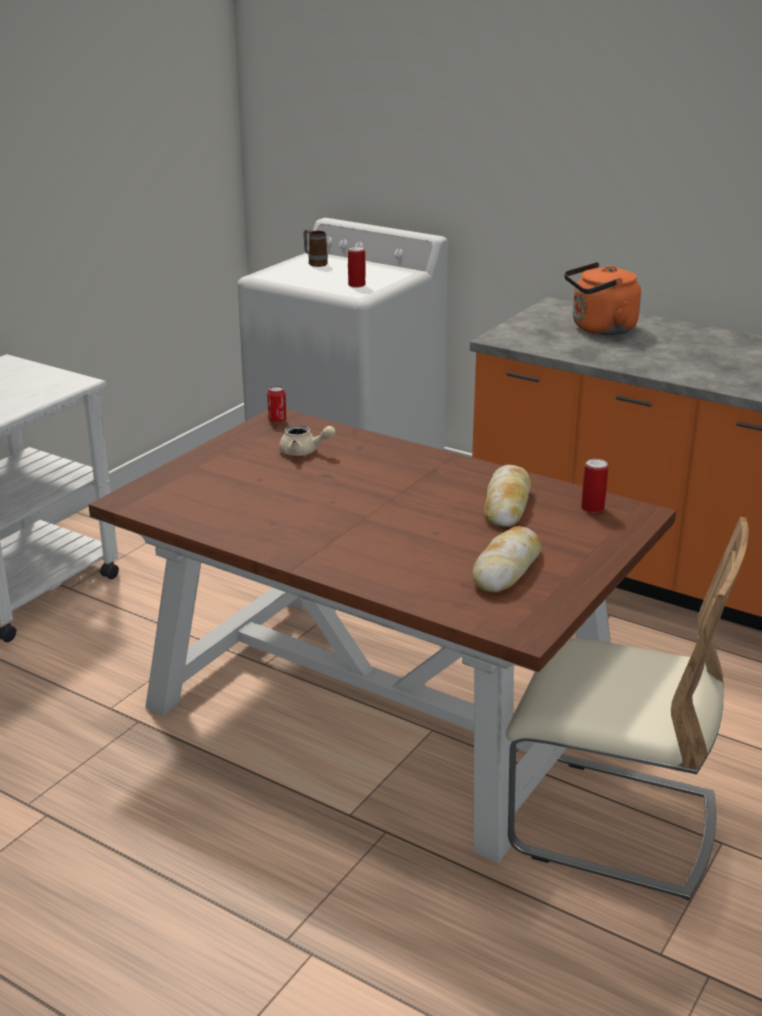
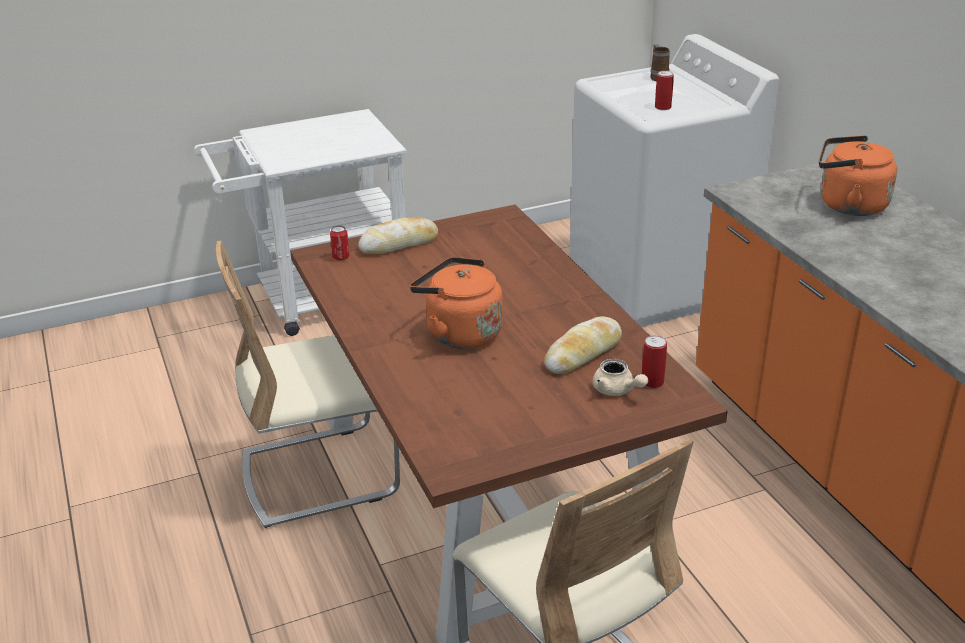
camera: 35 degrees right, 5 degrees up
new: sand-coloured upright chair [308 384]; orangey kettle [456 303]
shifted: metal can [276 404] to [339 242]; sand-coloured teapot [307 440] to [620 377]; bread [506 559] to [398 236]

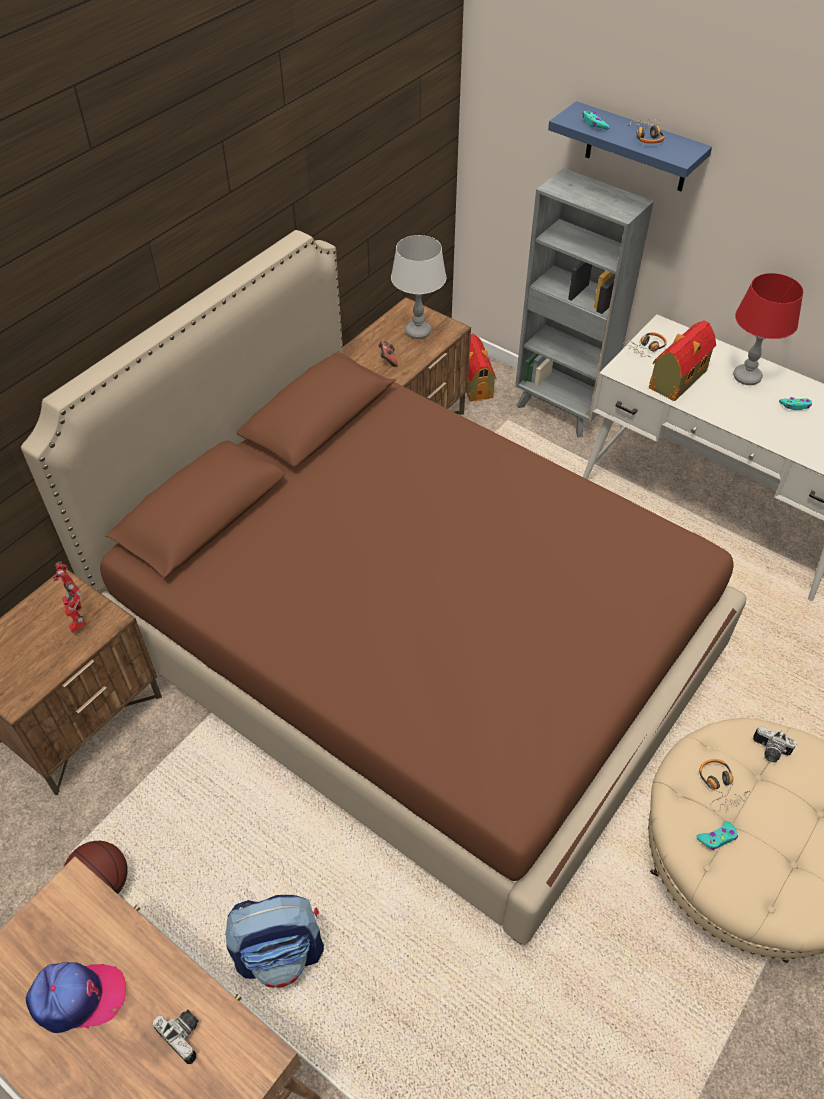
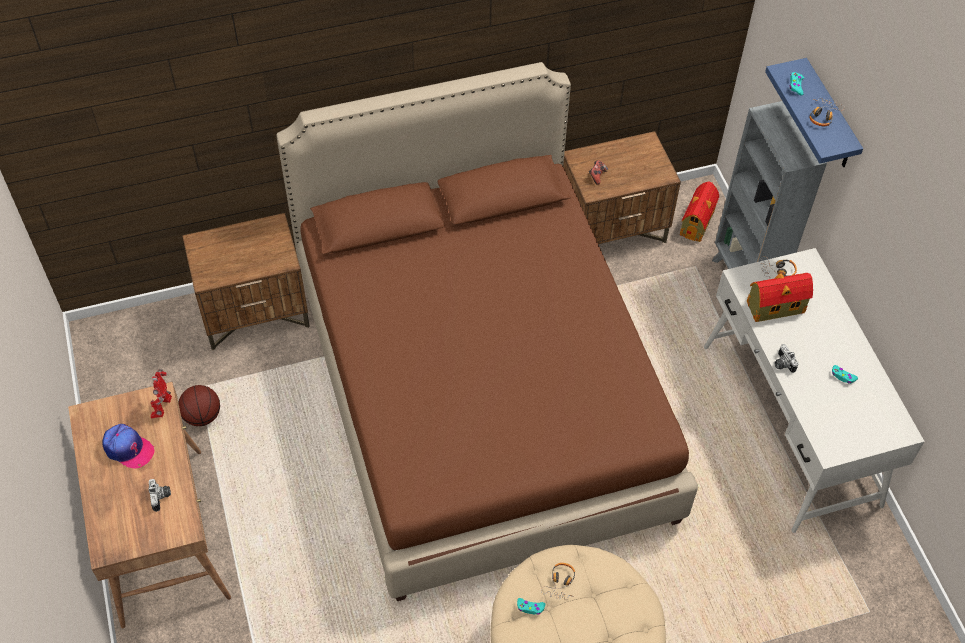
camera: 35 degrees right, 5 degrees up
gone: backpack [274 941]; greyish table lamp [418 287]; reddish table lamp [768 329]
shifted: model robot [69 597] to [161 393]; still camera [775 744] to [786 358]

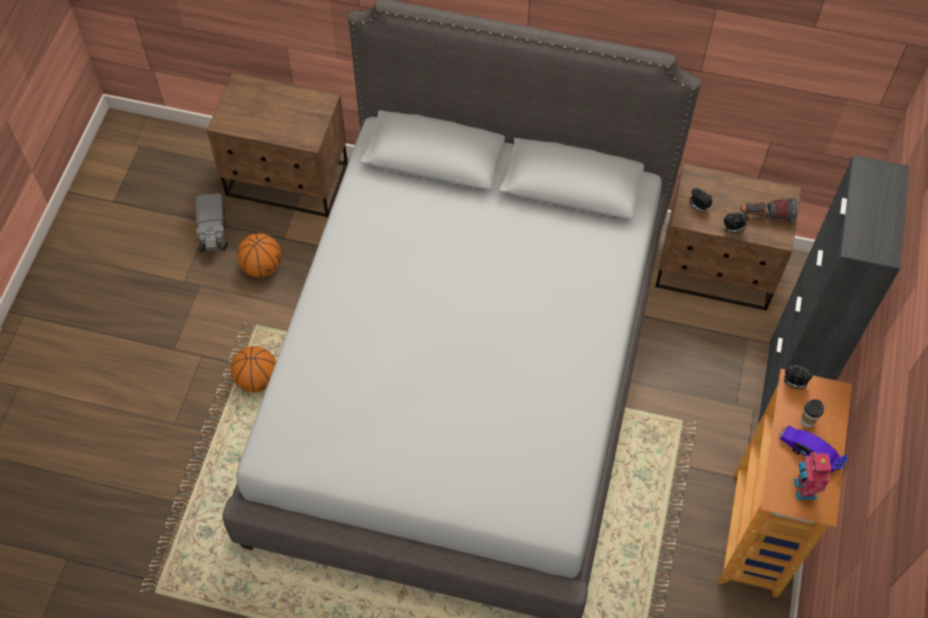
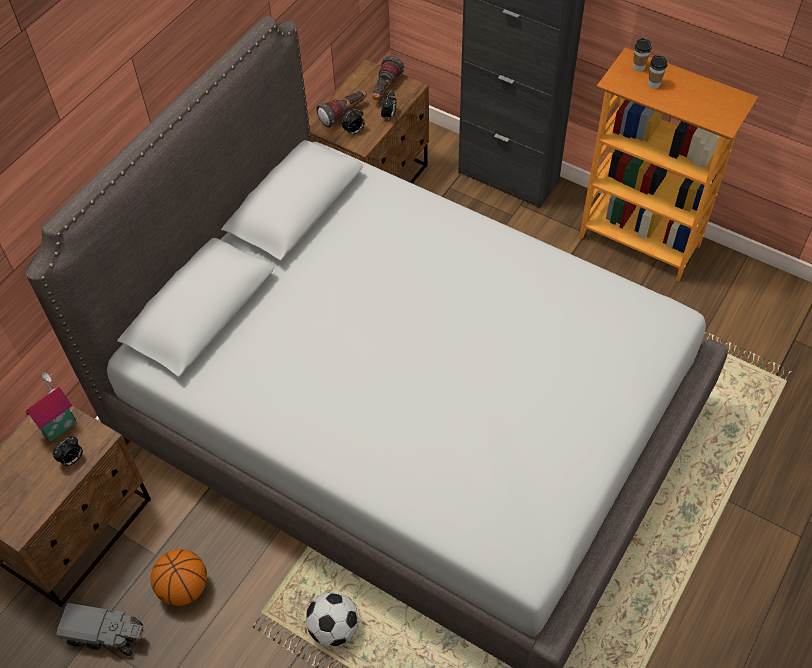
camera: 70 degrees left, 5 degrees down
gone: miniature car [814 449]; model robot [812 475]
new: miniature house [51 407]; flashlight [341 109]; small cup [642 54]
shifted: table clock [798 376] to [68 451]
swapped: basketball [253 369] to football [332 619]

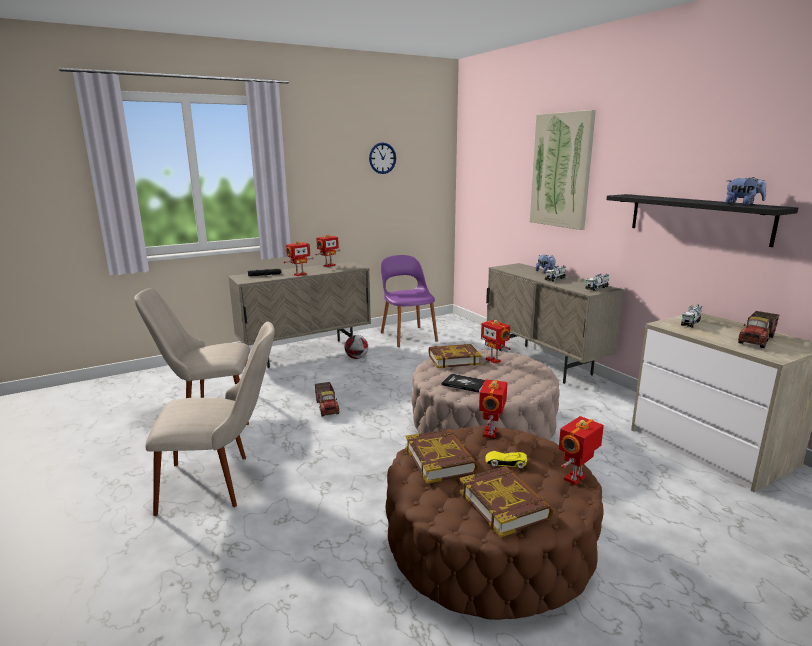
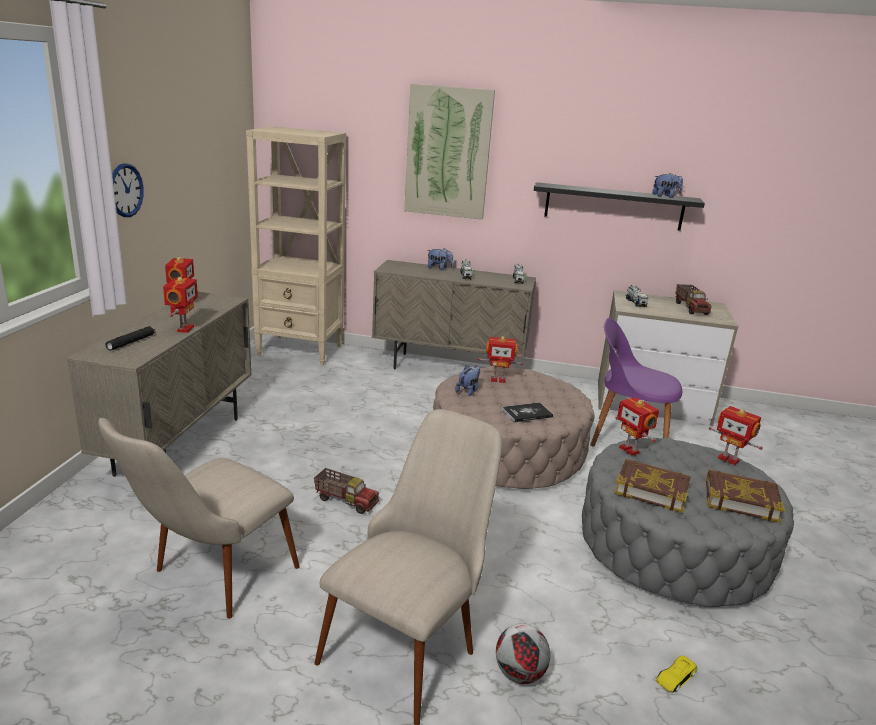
camera: 50 degrees left, 5 degrees up
new: sand-coloured bookcase [296 245]
shifted: football [356 347] to [523 653]; hanging clock [382 158] to [128 190]; purplish upright chair [409 301] to [636 382]; yellow-coloured miniature car [506 459] to [676 674]
swapped: book [455 356] to soft toy [467 380]
repainted: brown ottoman [495 523] to greyish ottoman [688 522]
rotated: model robot [581 450] = [736 435] 45 degrees counterclockwise

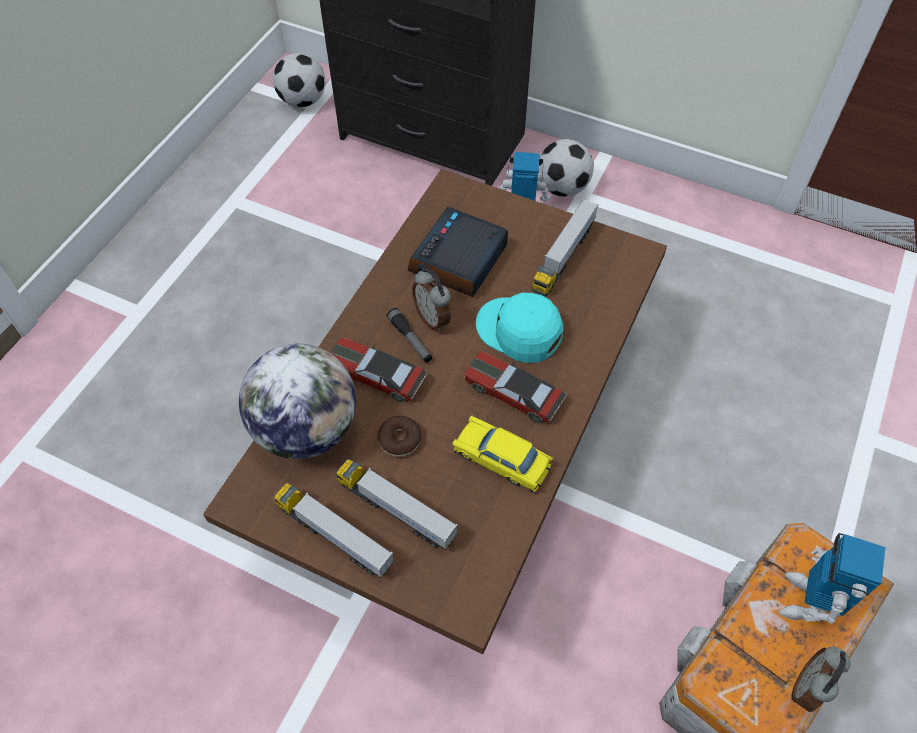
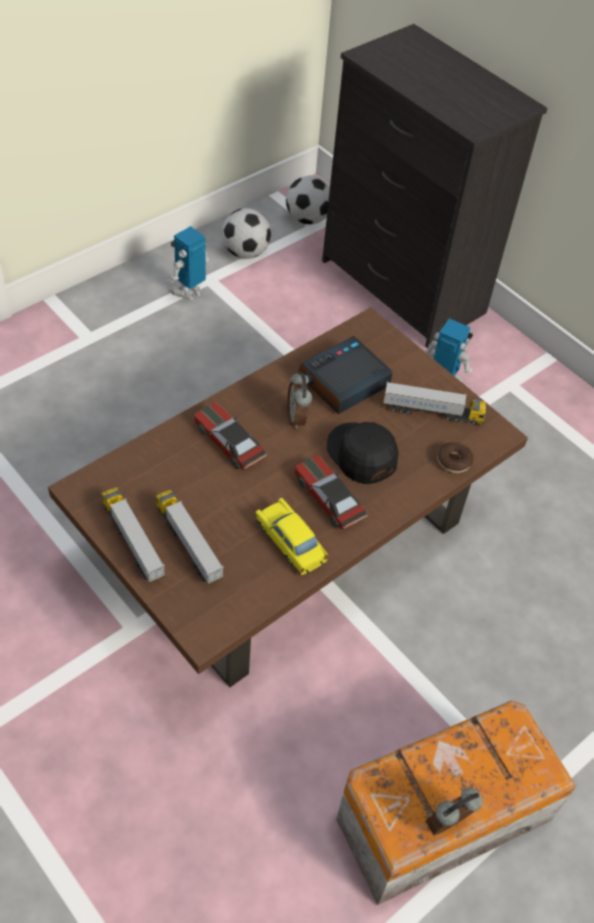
camera: 20 degrees right, 5 degrees down
gone: globe [297 401]; flashlight [409 335]
shifted: doughnut [399 436] to [455 457]; football [565 168] to [246 233]; model robot [832 578] to [187 263]
repainted: blue-green cap [519 328] to blackish cap [363 453]
rotated: toy lorry [565 247] = [435 403] 135 degrees counterclockwise

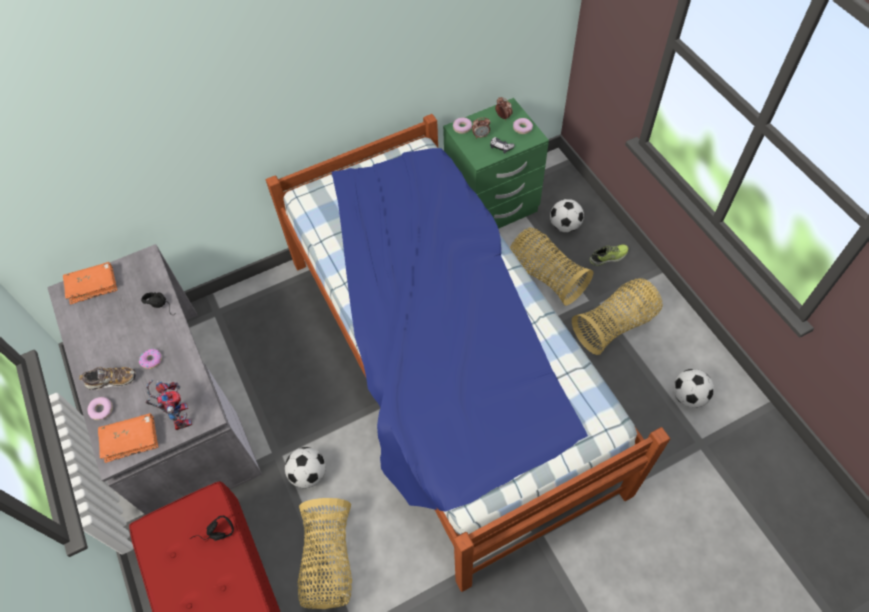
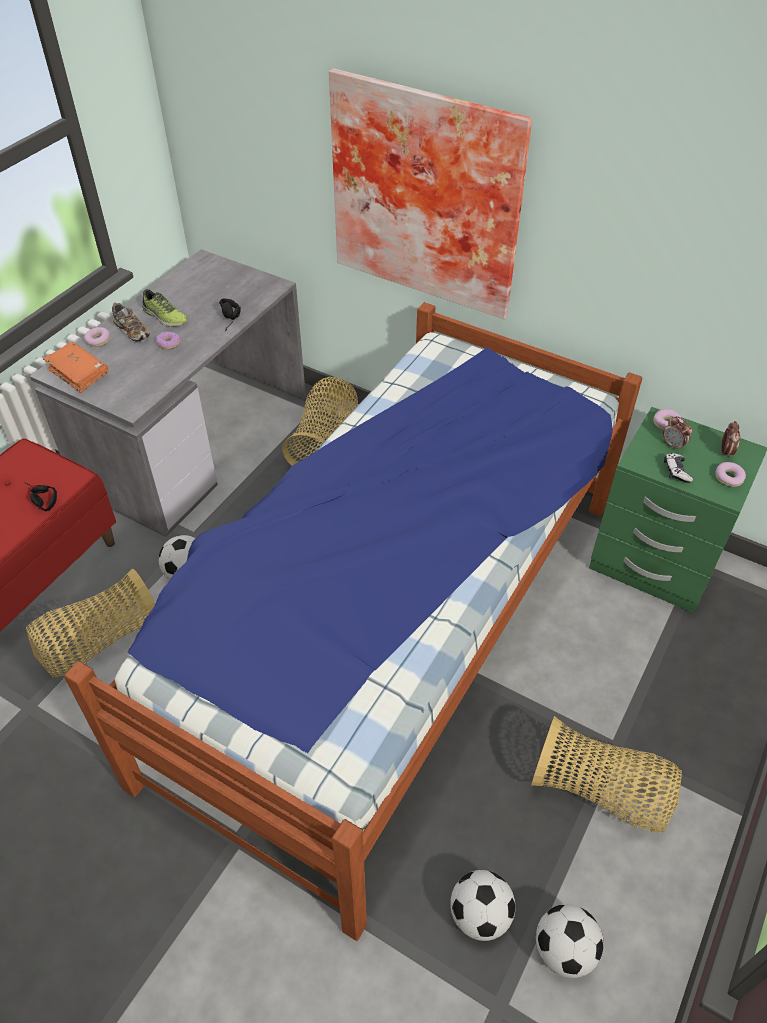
camera: 55 degrees right, 10 degrees down
gone: orangey book [90 283]; model robot [168 405]
new: wall picture [430 193]
shifted: storage basket [551 267] to [320 421]; football [567 216] to [482 905]; shoe [609 255] to [165 308]

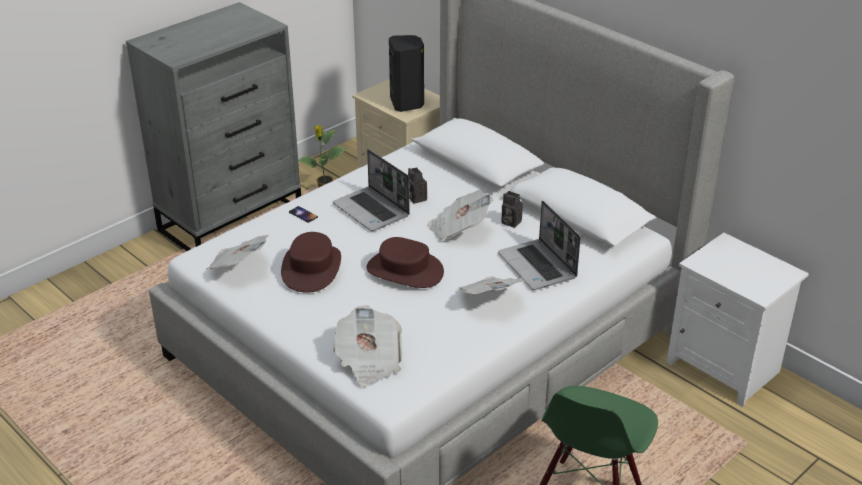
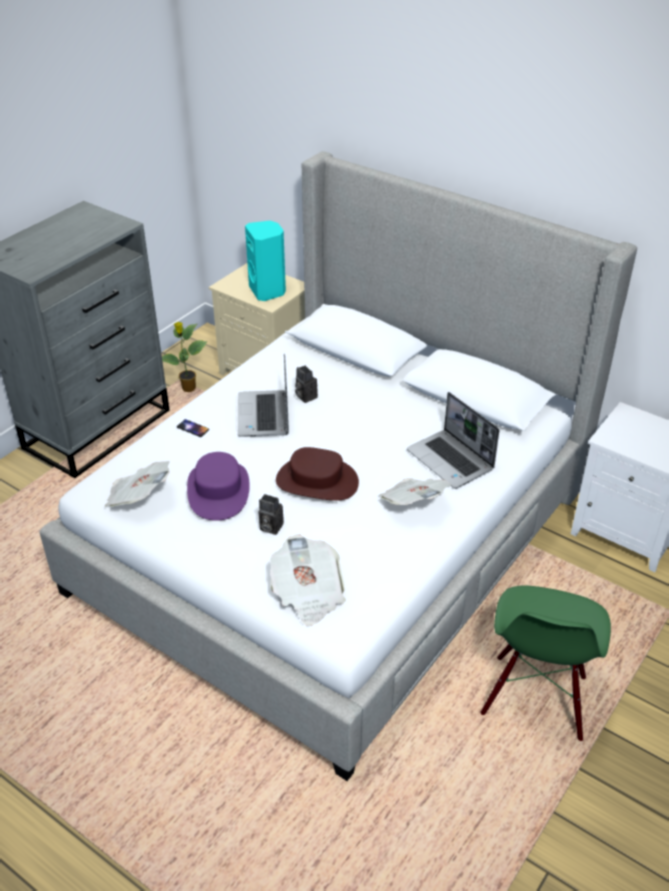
camera: 10 degrees left, 5 degrees up
gone: printed paper [460 215]
shifted: still camera [512 209] to [271 514]
repainted: brown hat [311 262] to purplish hat [218 486]; blackish speaker [406 73] to blue-green speaker [265 261]
rotated: laptop [371 190] = [263 395] 45 degrees clockwise

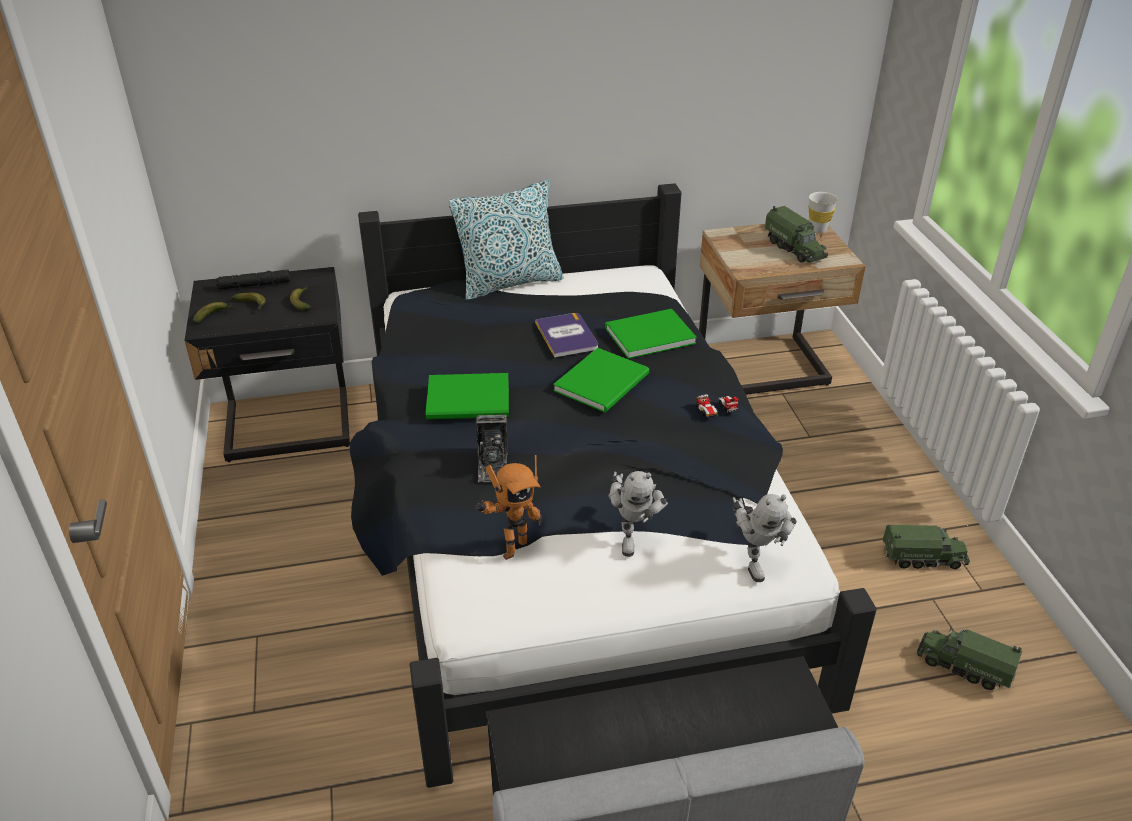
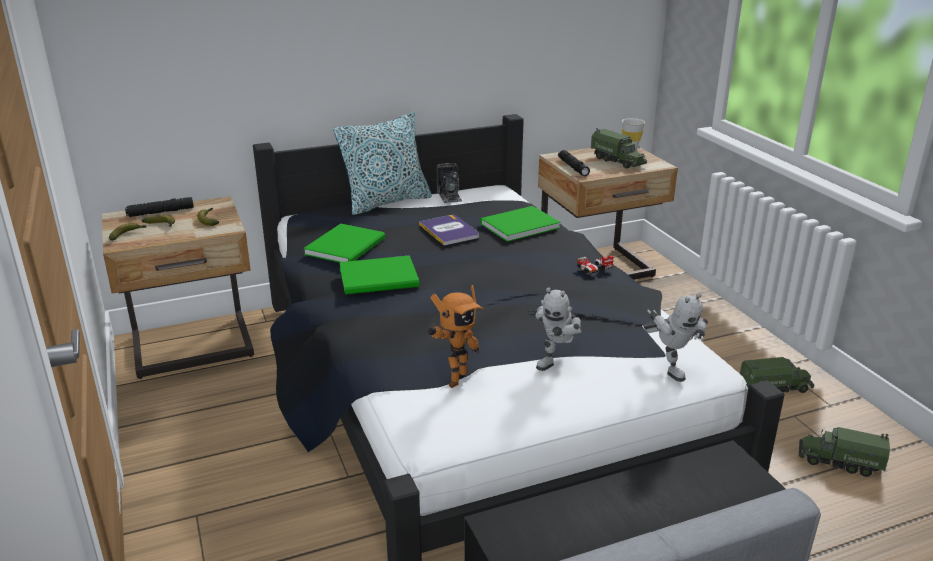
camera: 10 degrees left, 10 degrees down
new: blackish flashlight [574 163]
shifted: still camera [492 448] to [449 183]; greenish book [601 380] to [344 243]
repainted: blackish bedside table [267 364] to sand-coloured bedside table [178 287]
rotated: model robot [638 514] = [558 329] 45 degrees clockwise

